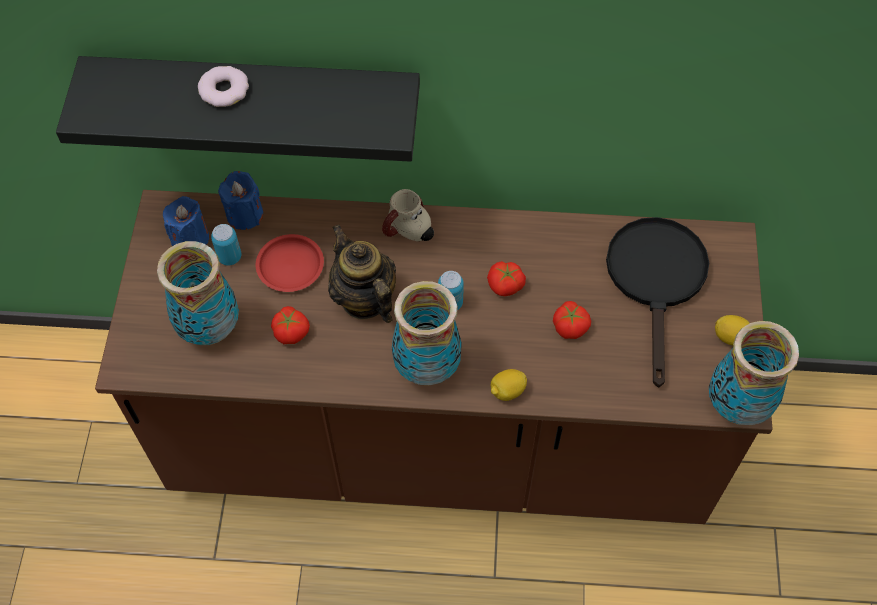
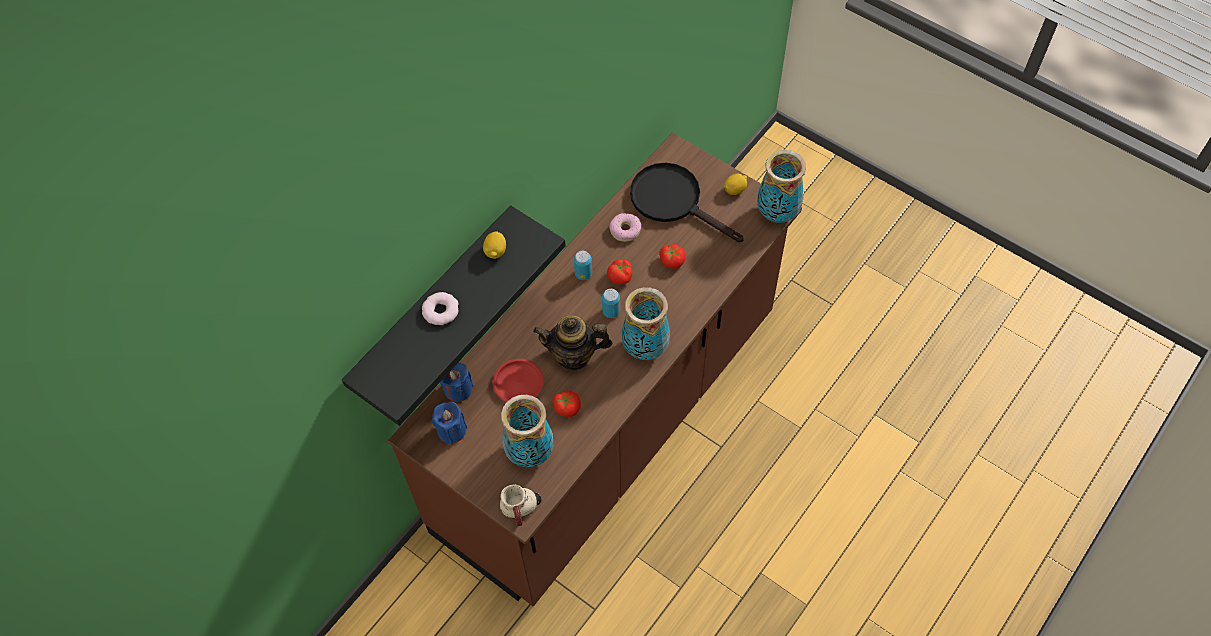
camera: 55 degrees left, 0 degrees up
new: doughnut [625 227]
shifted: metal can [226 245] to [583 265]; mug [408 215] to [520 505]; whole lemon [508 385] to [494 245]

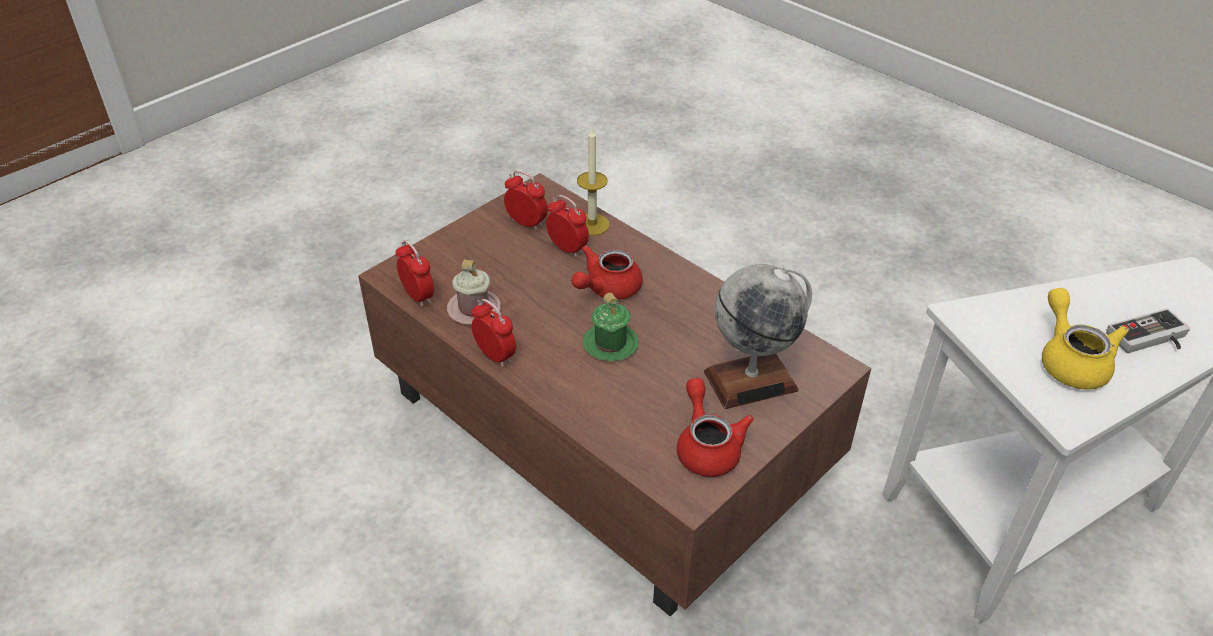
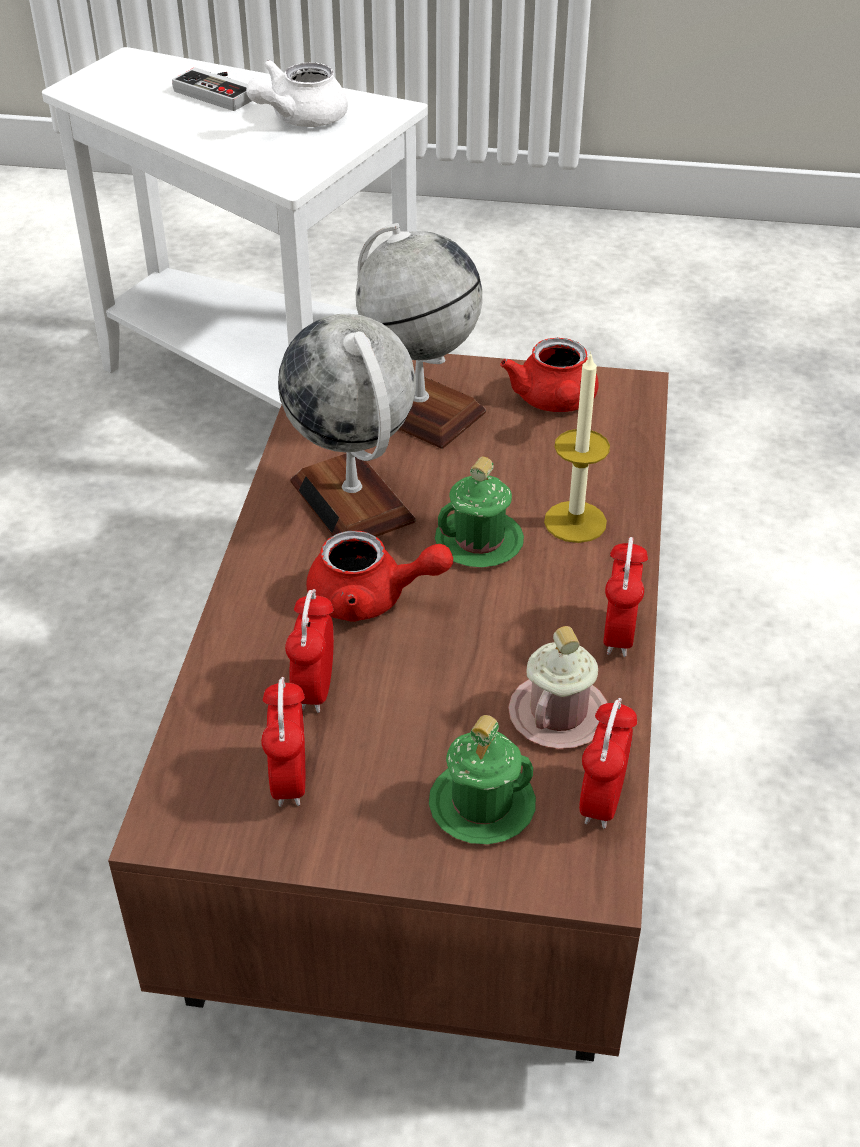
camera: 125 degrees left, 0 degrees up
new: globe [347 425]; greenish mug [482 779]
shifted: candle [593 181] to [577 447]
repainted: yellow-coloured teapot [1085 339] to white teapot [297 93]
rotated: reddish teapot [715 427] = [549 375] 45 degrees counterclockwise

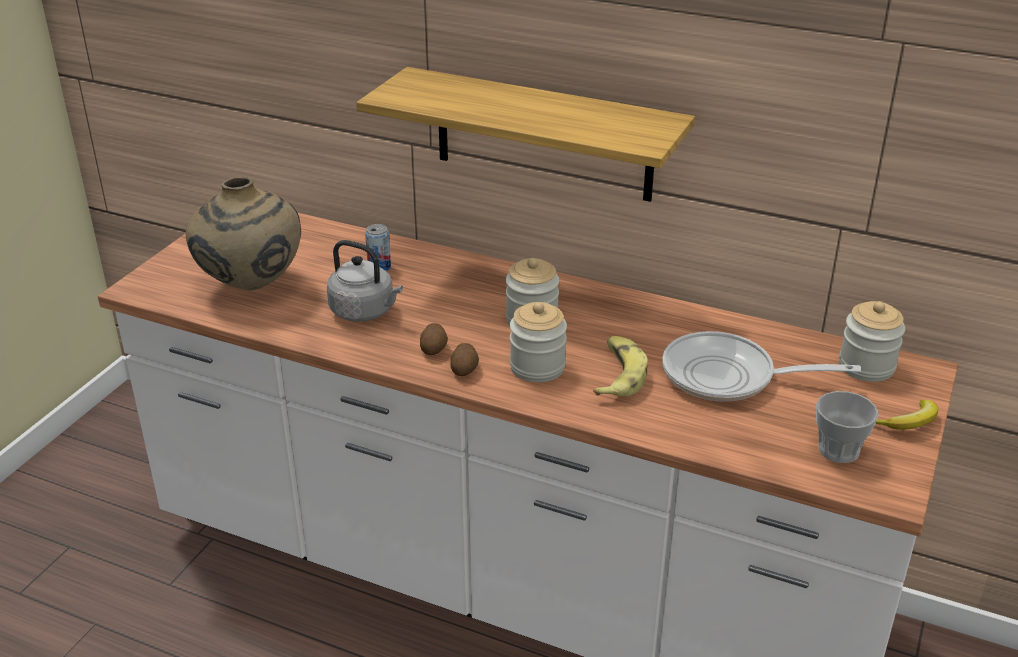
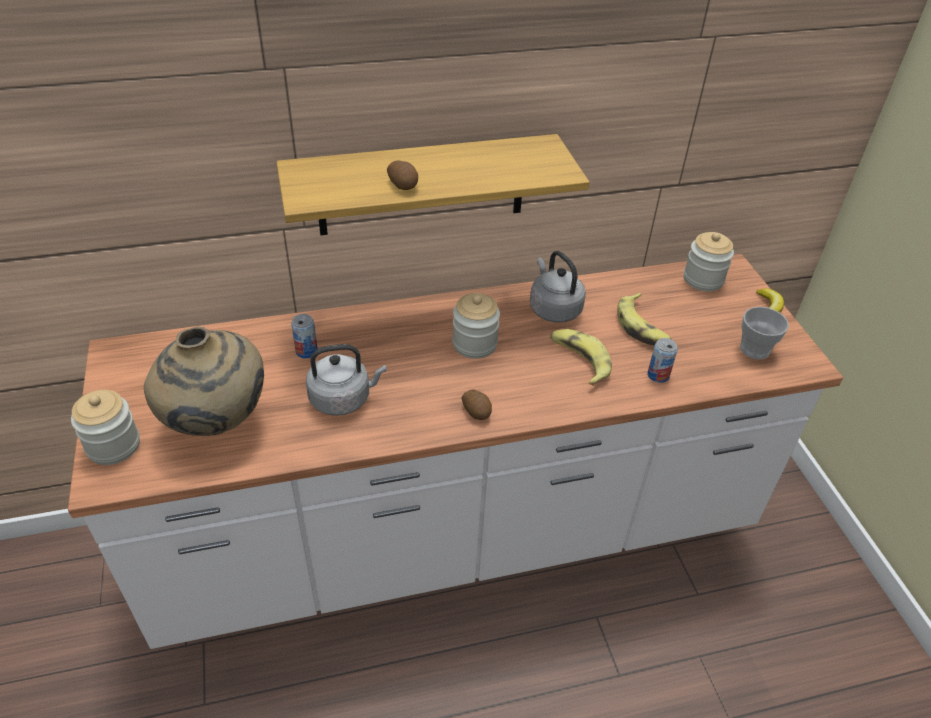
camera: 40 degrees left, 10 degrees up
new: greyish kettle [558 286]; metal can [662 360]
shifted: whole potato [434 339] to [402 175]; jar [538 342] to [105 427]
swapped: skillet [761 366] to banana fruit [644 319]

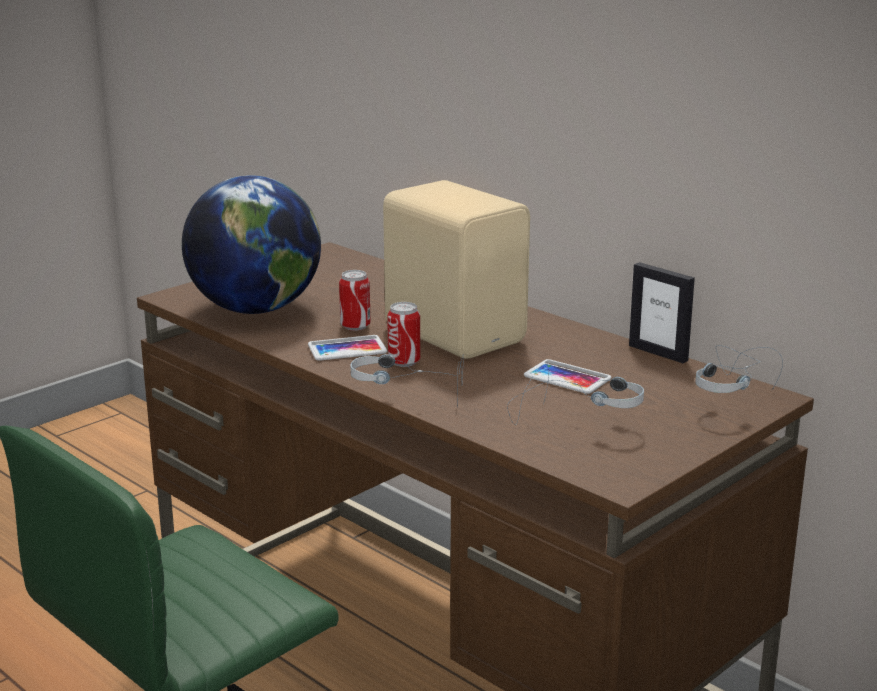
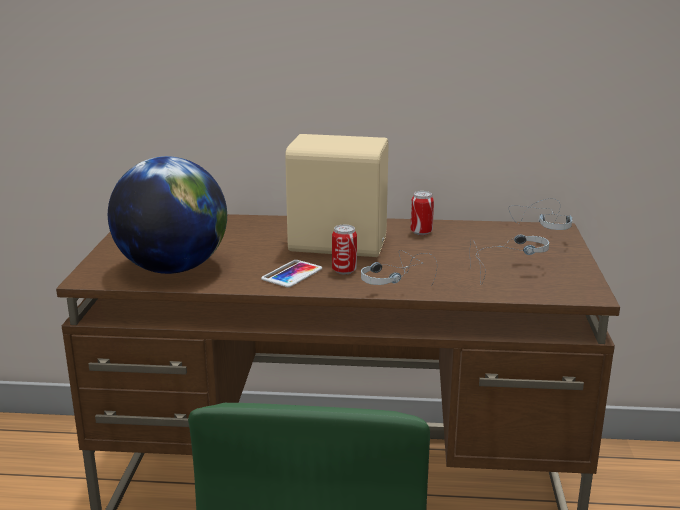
camera: 40 degrees left, 0 degrees up
gone: telephone [567 376]; picture frame [662 312]
shifted: metal can [355 300] to [422 213]

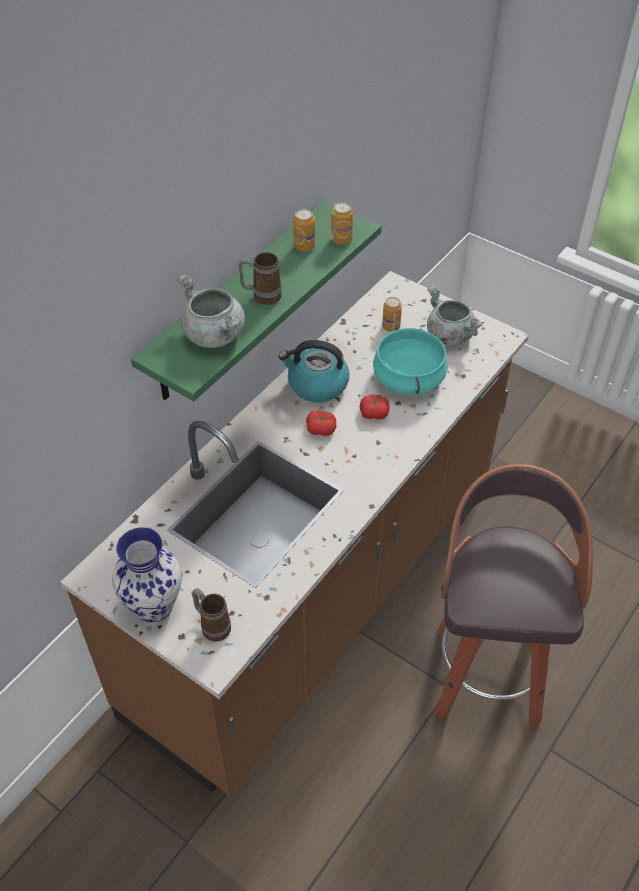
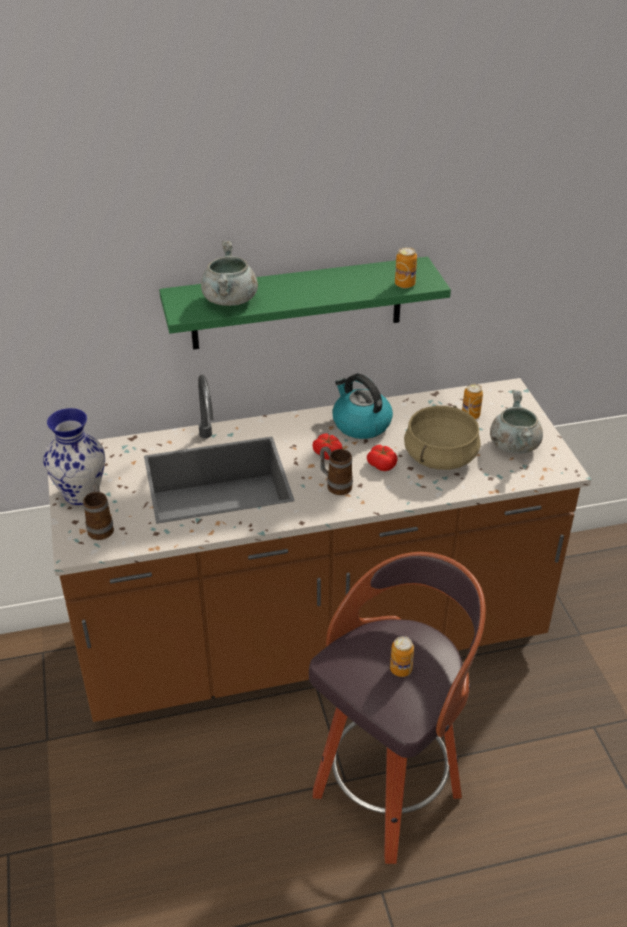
camera: 40 degrees right, 10 degrees down
shifted: mug [260 278] to [336 470]; metal can [304 230] to [402 656]
repainted: blue-green saucepot [410 361] to sand-coloured saucepot [442 437]

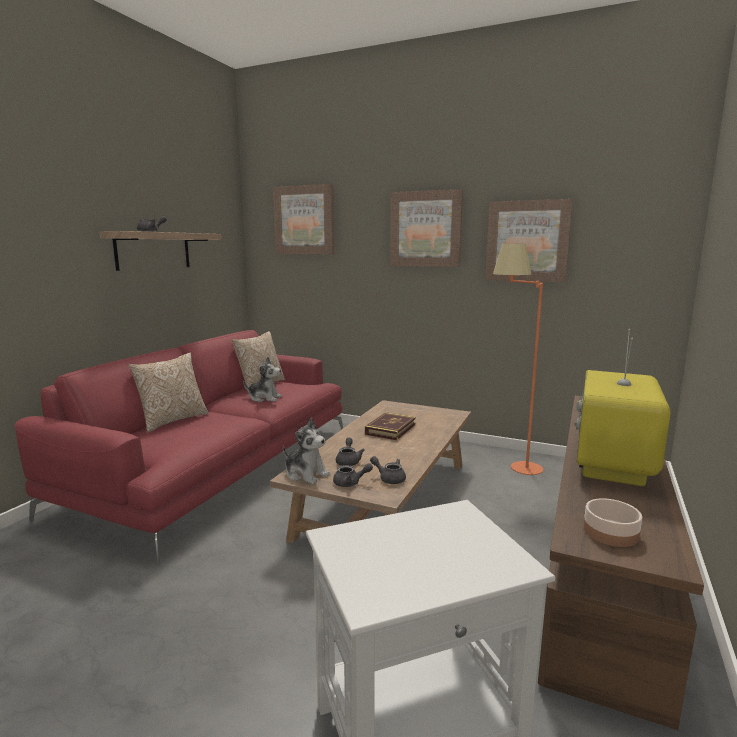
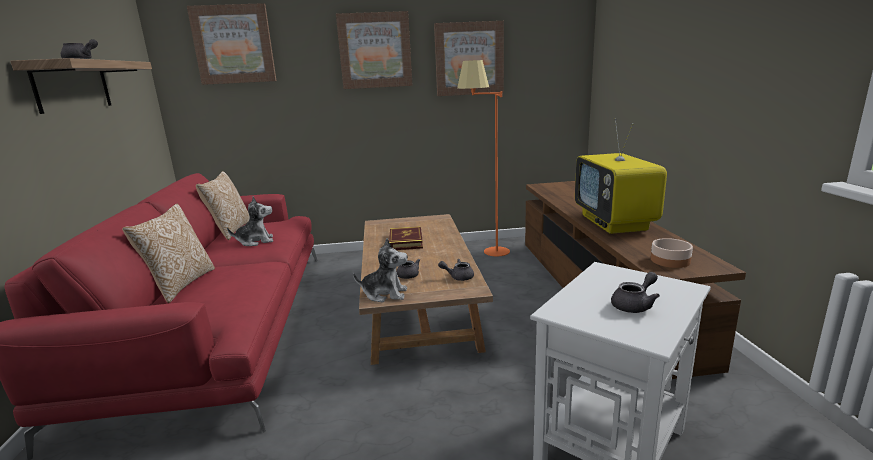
camera: 30 degrees left, 5 degrees up
shifted: greyish teapot [353 475] to [635 292]

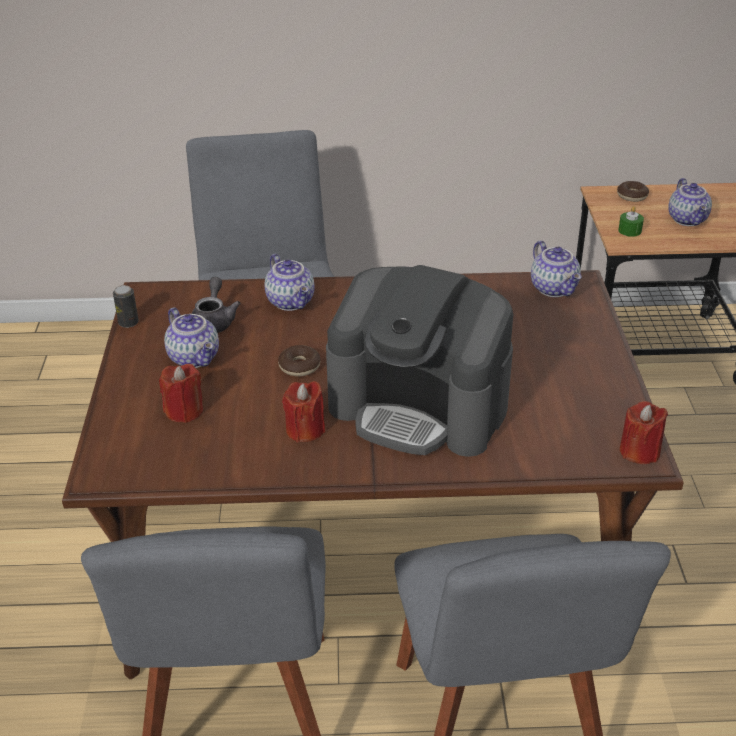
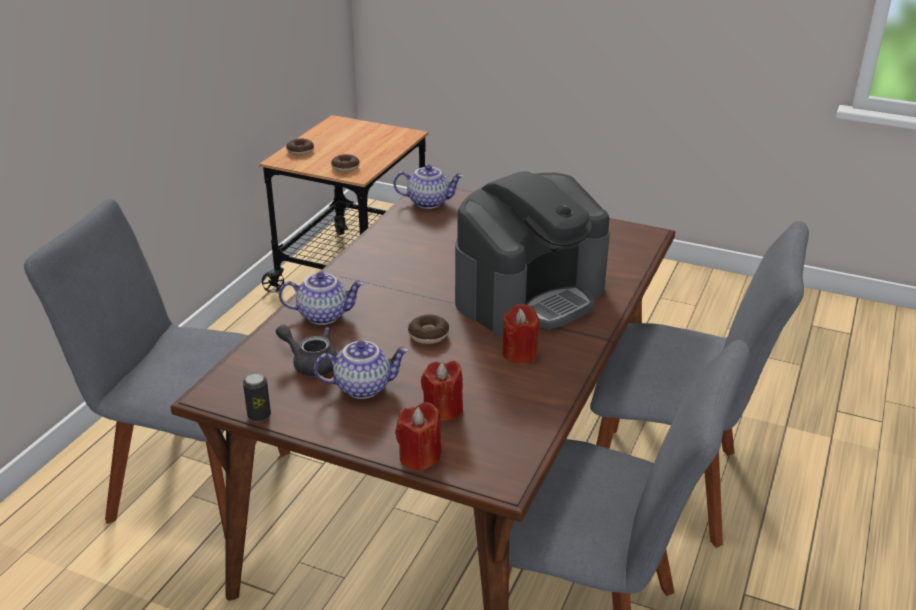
camera: 65 degrees left, 5 degrees down
gone: teapot [690 202]
shifted: reddish candle [644 432] to [418 436]
swapped: greenish candle [631 221] to doughnut [345 163]

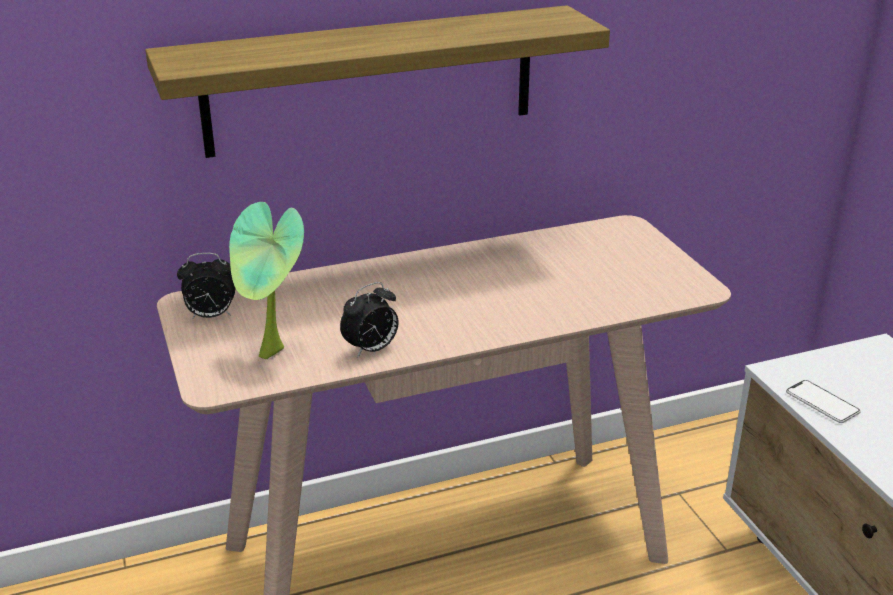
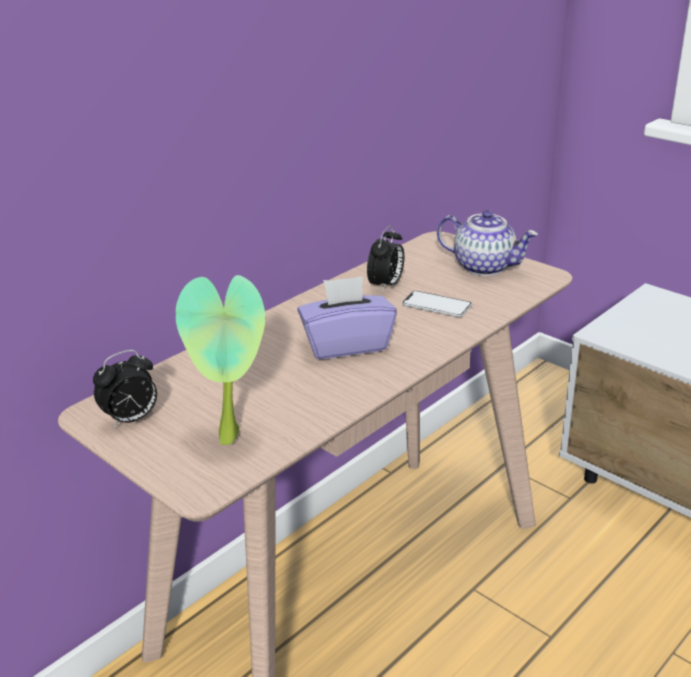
camera: 25 degrees left, 0 degrees up
gone: wall shelf [377 81]
new: purplish tissue box [347 317]; teapot [487 243]
shifted: table clock [369 320] to [385 259]; telephone [823 401] to [437 304]

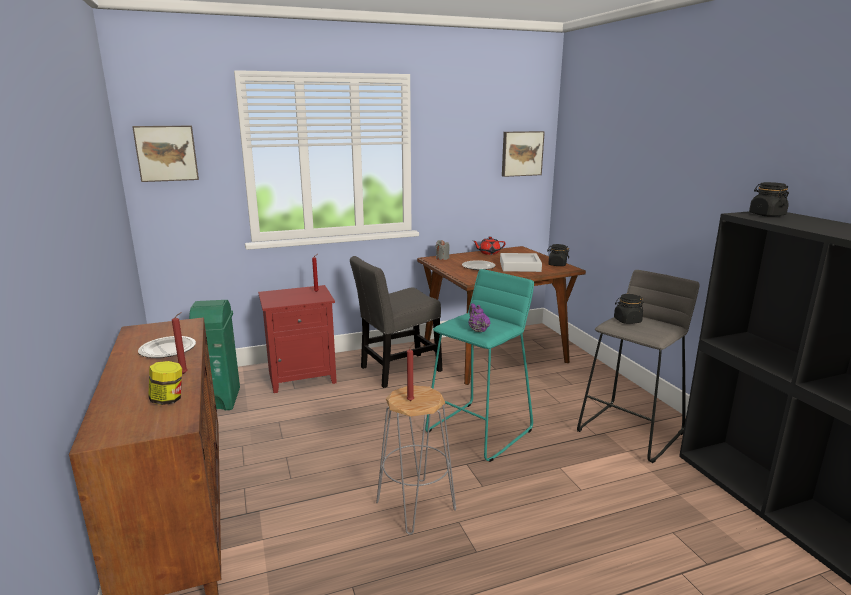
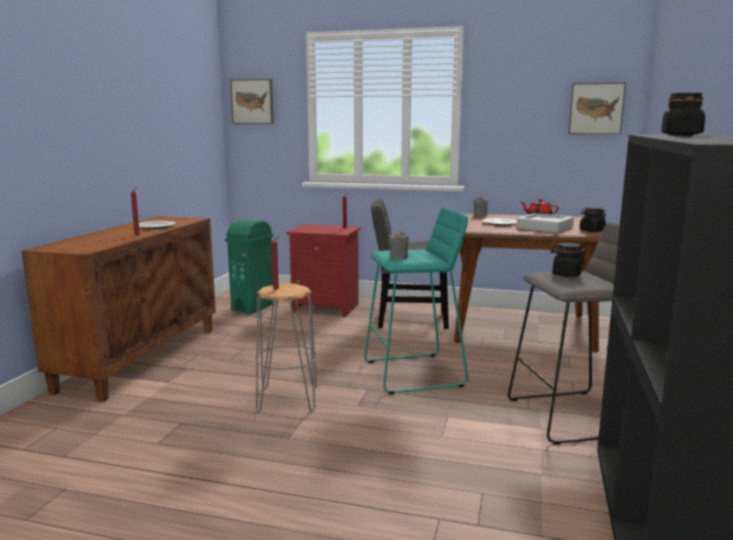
camera: 35 degrees right, 5 degrees down
gone: jar [165 383]
swapped: purplish teapot [479 317] to greyish candle [399 245]

